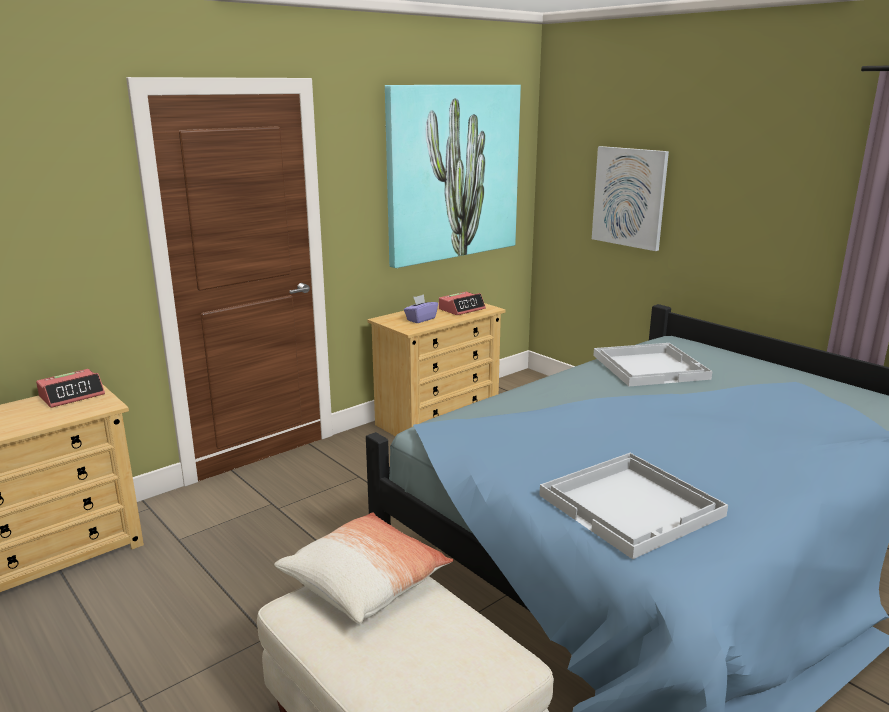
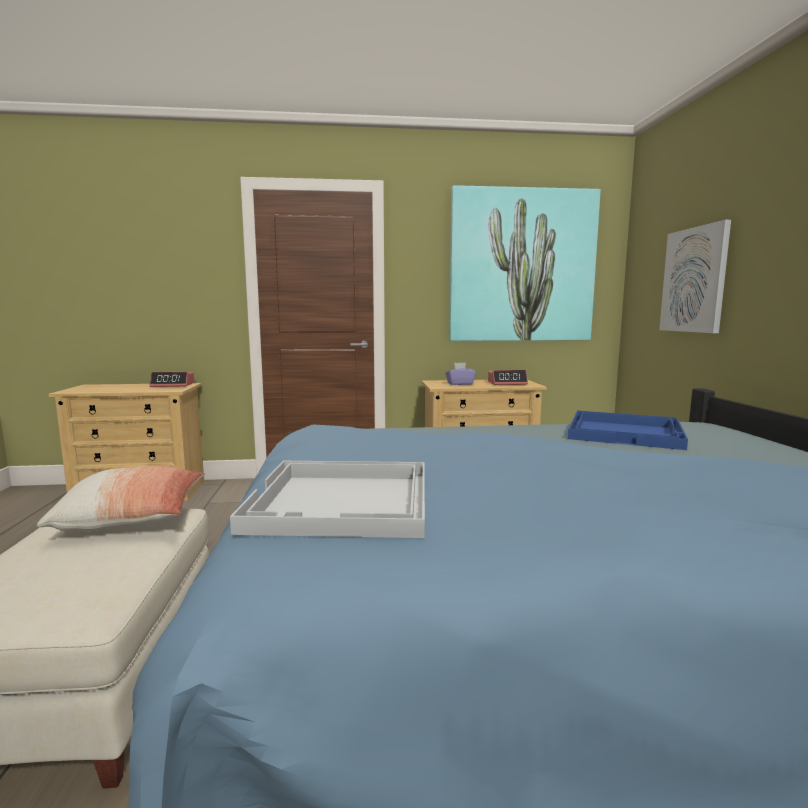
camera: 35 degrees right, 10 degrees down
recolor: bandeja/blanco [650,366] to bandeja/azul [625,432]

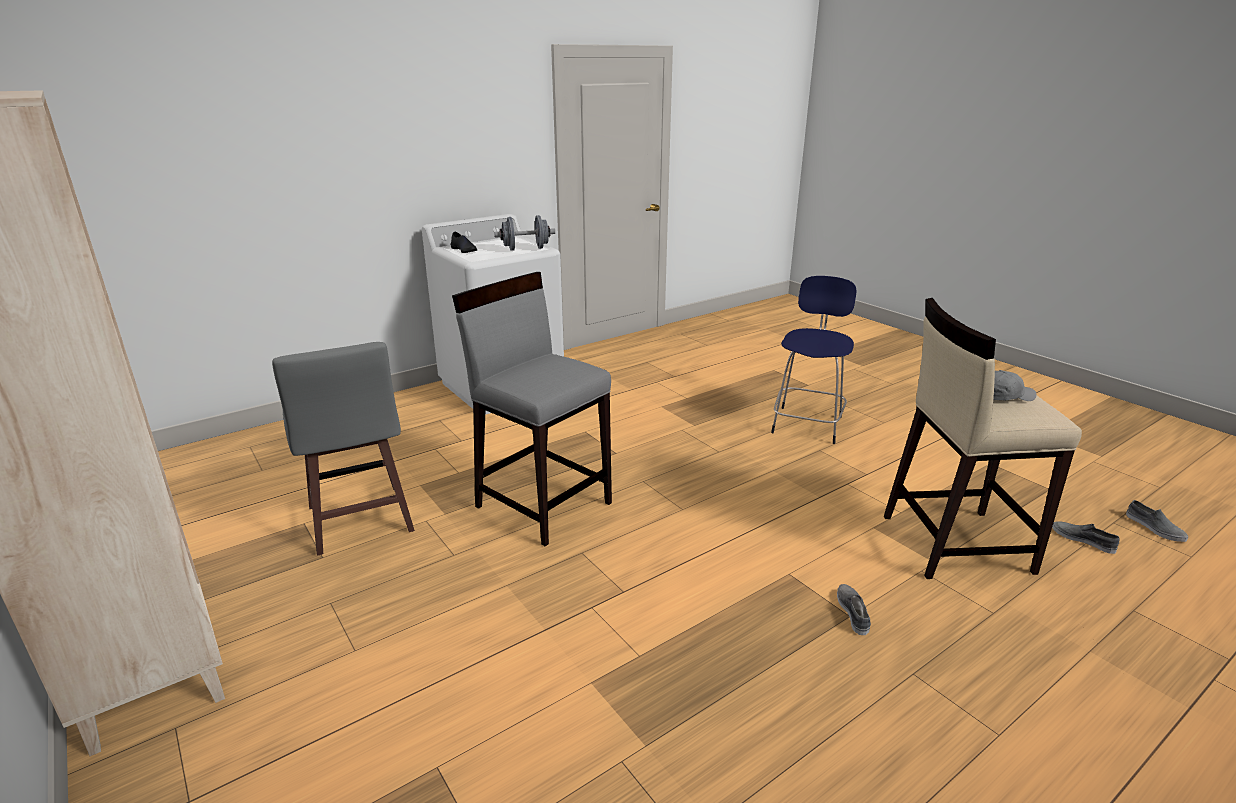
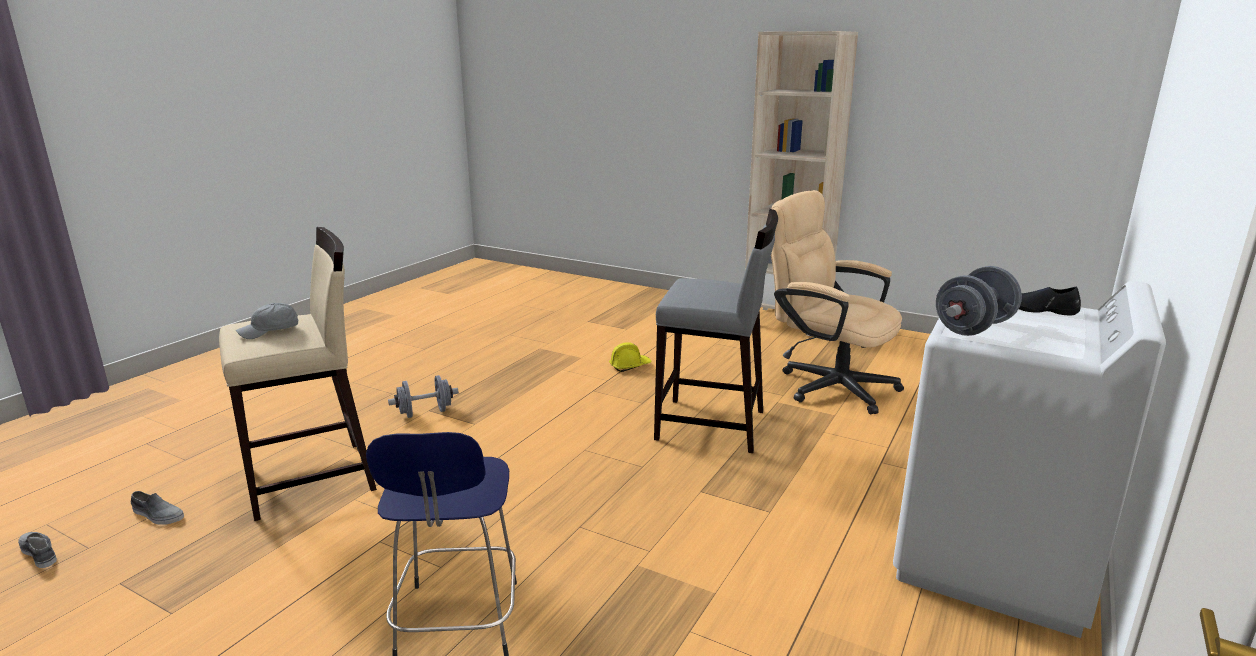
camera: 155 degrees right, 5 degrees down
insert: casco/amarillo [629,366]
replace: taburete/gris [360,521] to silla de oficina/beis [827,384]; zapato/gris [853,612] to mancuerna/gris [425,412]

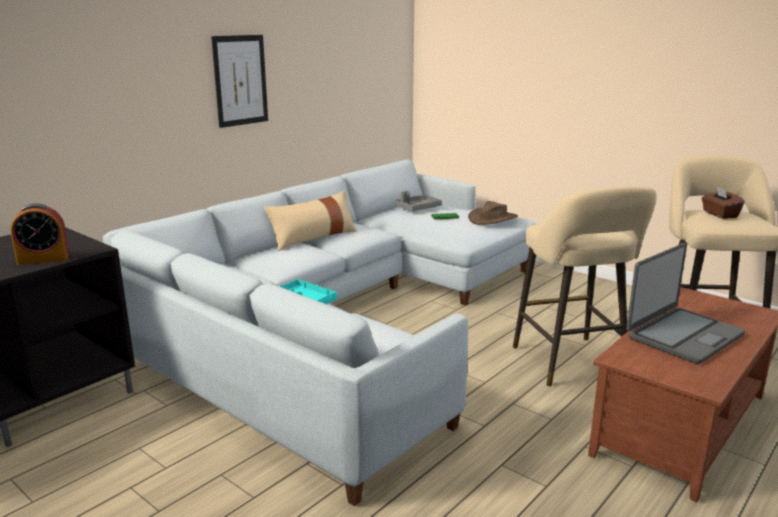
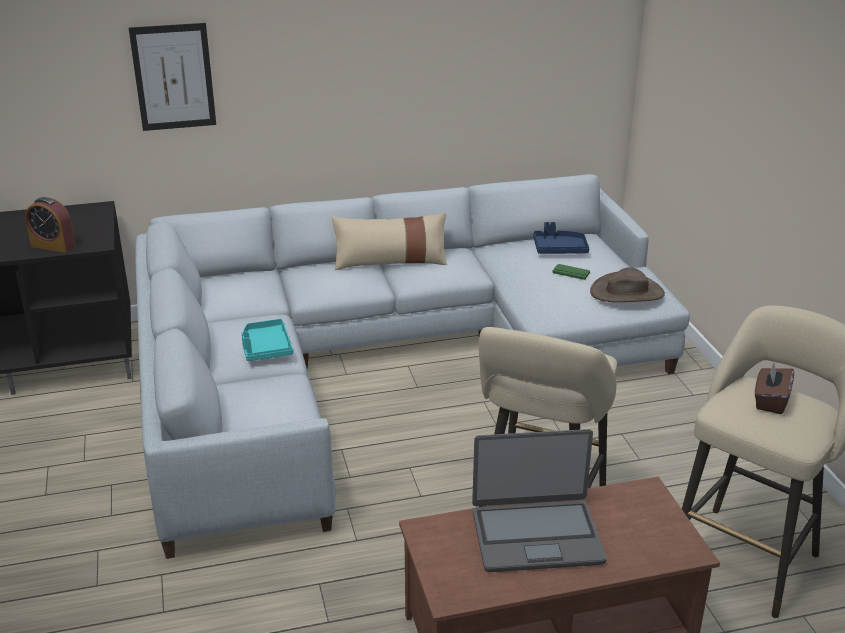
camera: 35 degrees right, 10 degrees up
move: cuadro [240,80] to [173,77]
recolor: bandeja/gris [417,208] to bandeja/azul [559,249]

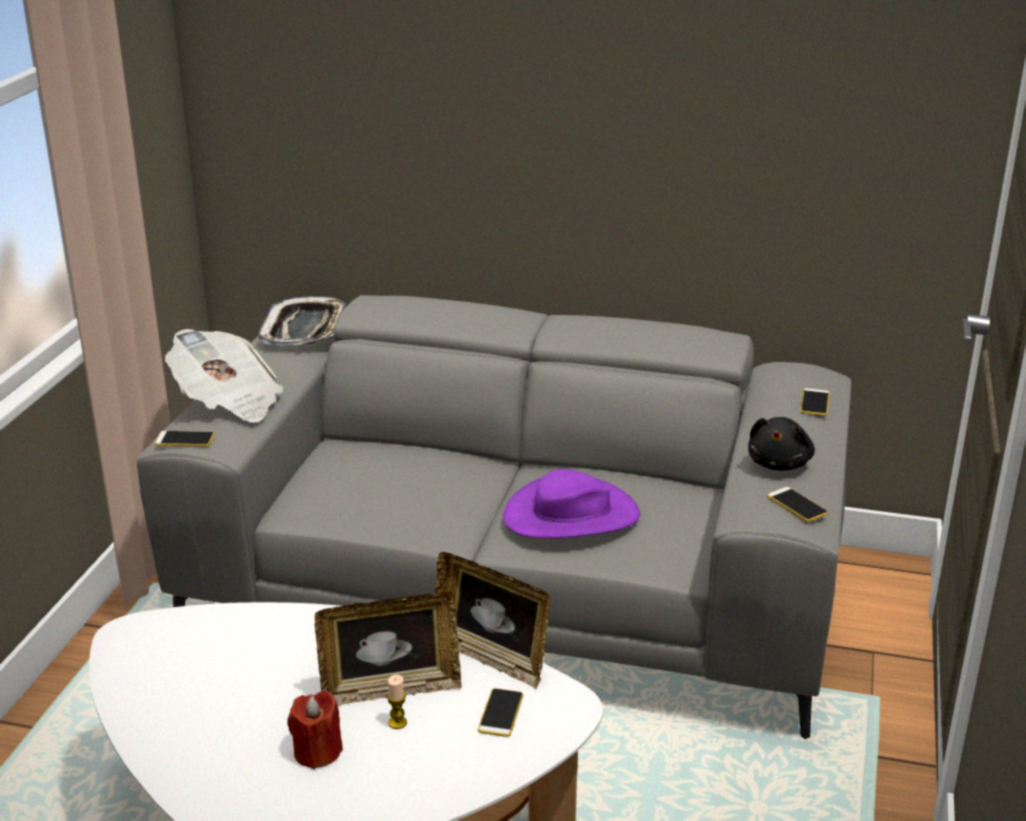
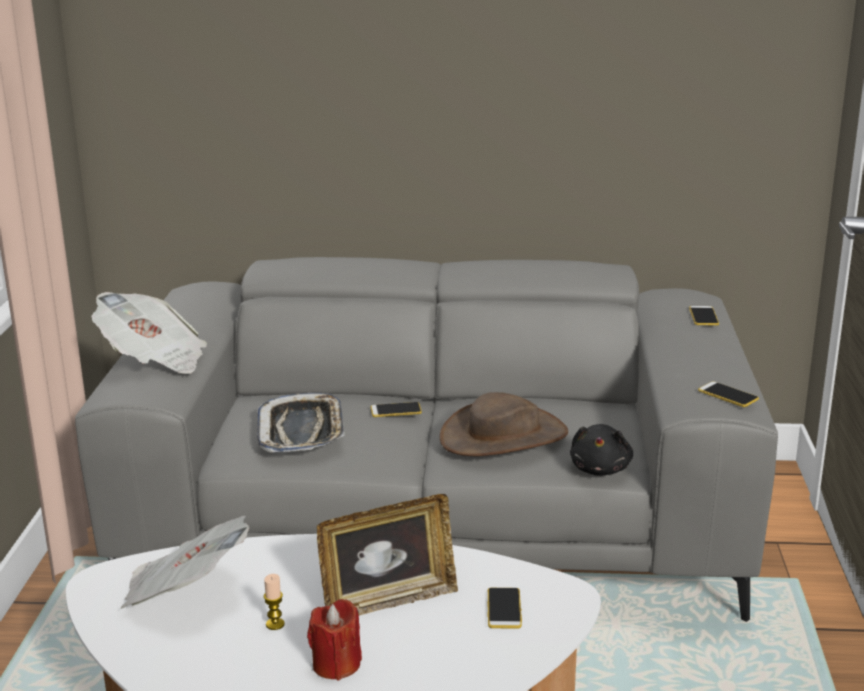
camera: 10 degrees left, 5 degrees down
delete: portarretratos [490,657]
insert: periódico [186,592]
move: móvil [184,440] to [396,410]; bandeja [304,329] to [302,431]; vela [397,722] to [275,624]; peluche/negro [779,463] to [600,469]
recolor: sombrero/morado [571,516] to sombrero/marrón [504,436]

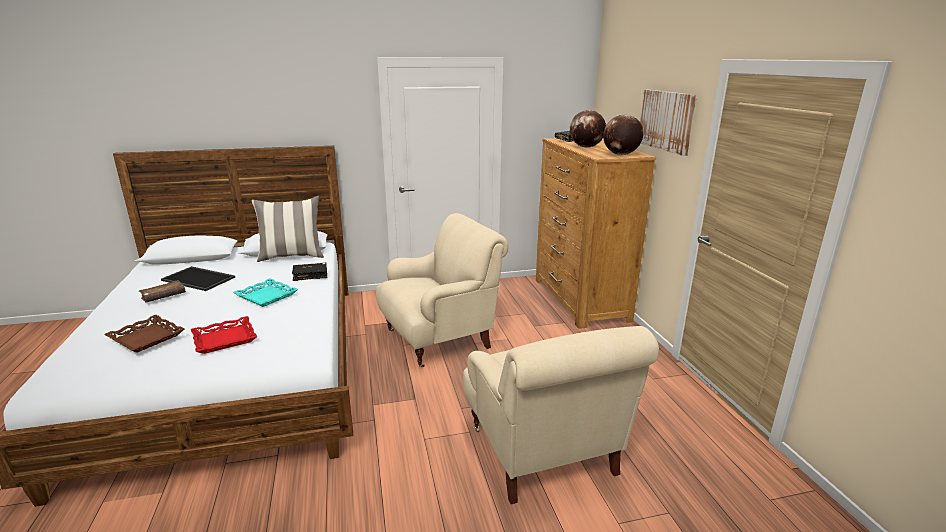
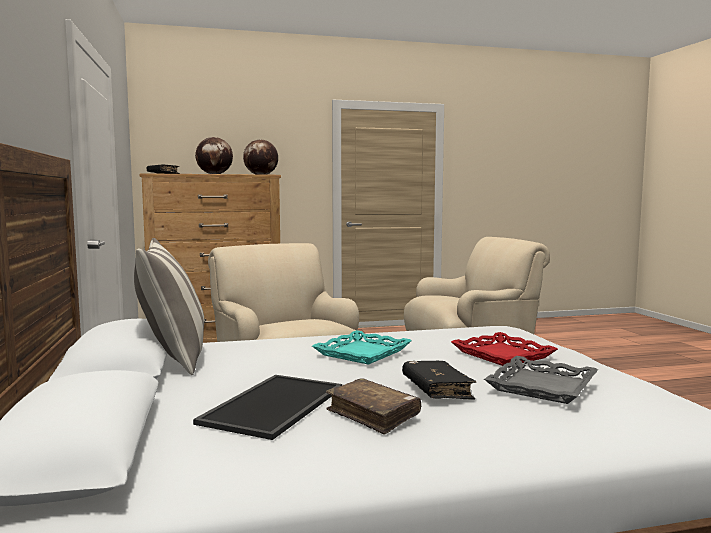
camera: 90 degrees left, 15 degrees down
delete: cuadro [666,120]
move: libro/negro [310,275] to [437,390]
recolor: bandeja/marrón [146,338] to bandeja/gris [543,386]

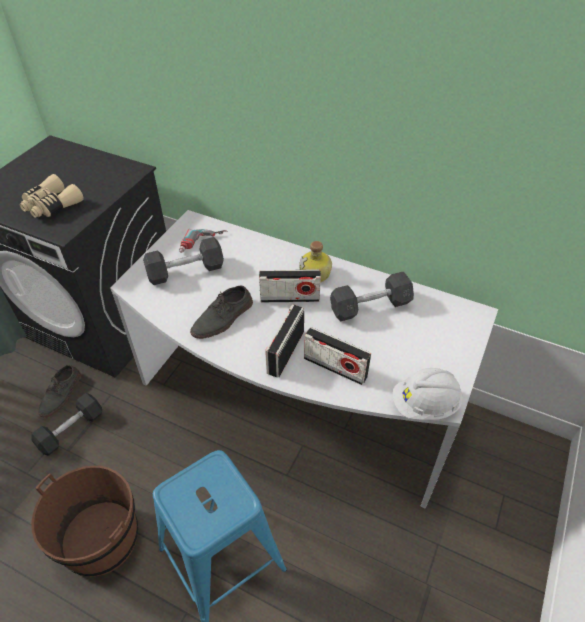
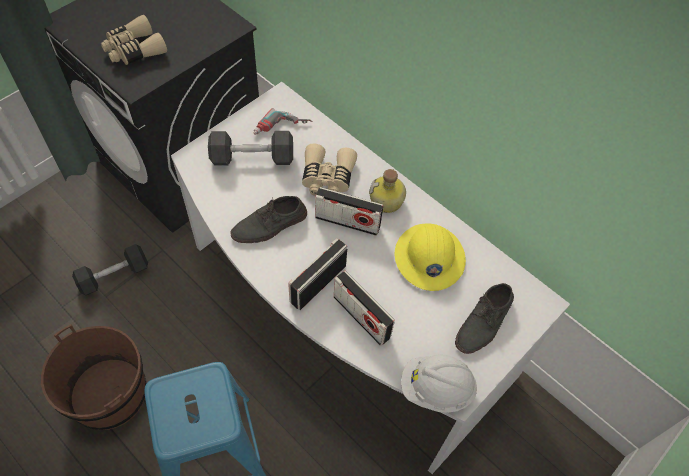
camera: 15 degrees right, 10 degrees up
insert: prismáticos/beis [327,178]
move: zapato/gris [61,394] to [484,322]
replace: mancuerna/gris [370,306] to casco/amarillo [429,258]

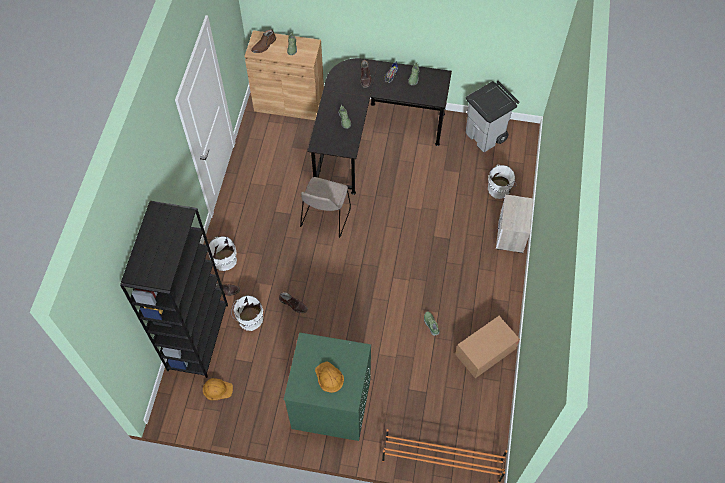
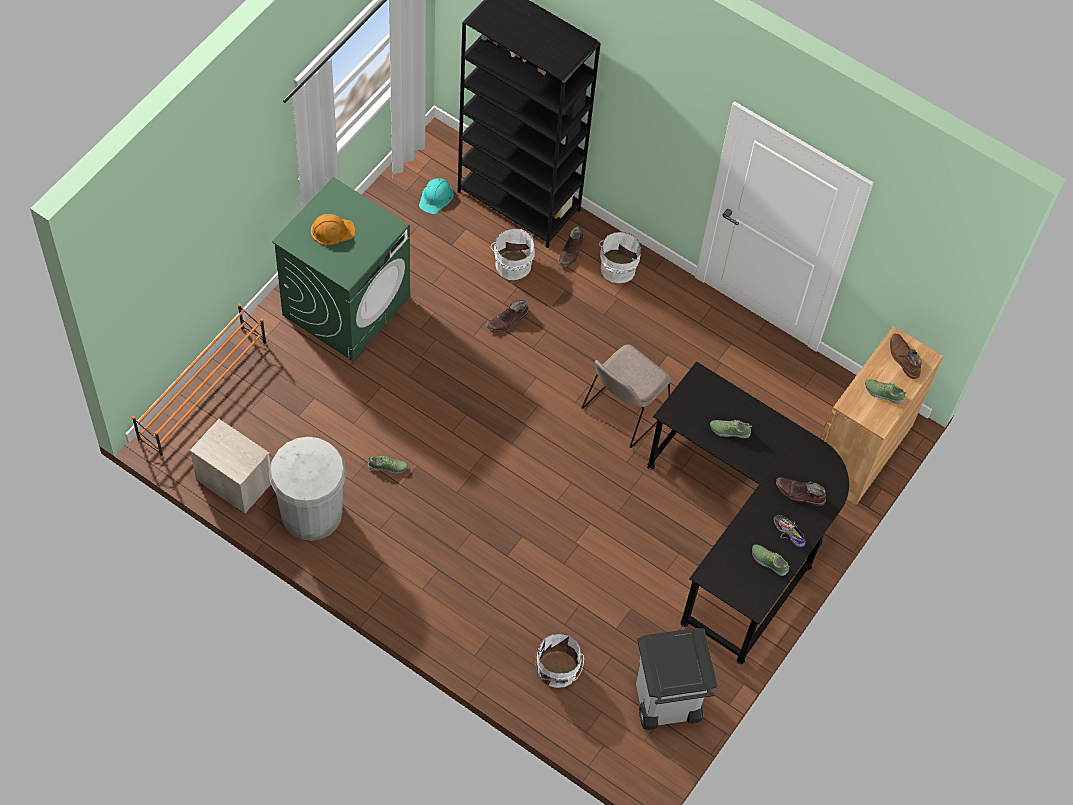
camera: 110 degrees right, 0 degrees up
move: mesita de noche [511,235] to [233,481]
replace: caja de cartón [485,351] to papelera/blanco [311,513]
recolor: casco/naranja [217,389] to casco/turquesa [436,197]
rotate: silla/beis [325,218] = [623,411] 90 degrees counterclockwise

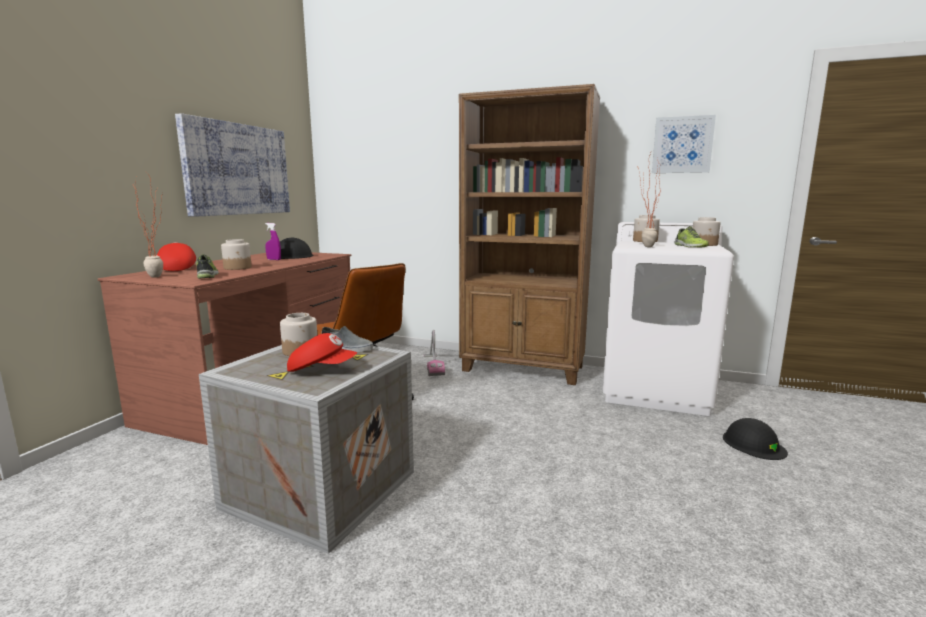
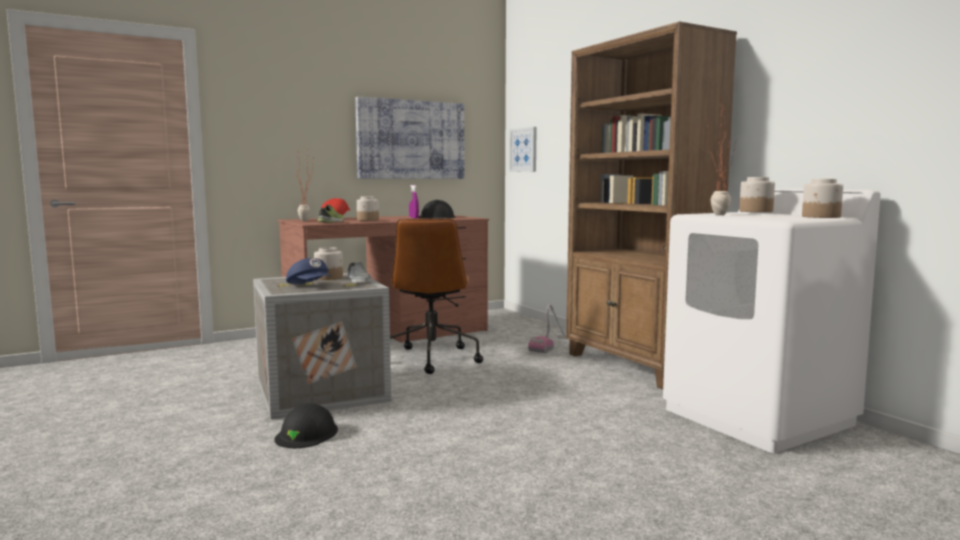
camera: 40 degrees right, 5 degrees down
delete: zapato [689,246]
move: cuadro [682,145] to [523,150]; casco/negro [753,444] to [307,434]
recolor: gorra/rojo [322,369] to gorra/azul [310,286]

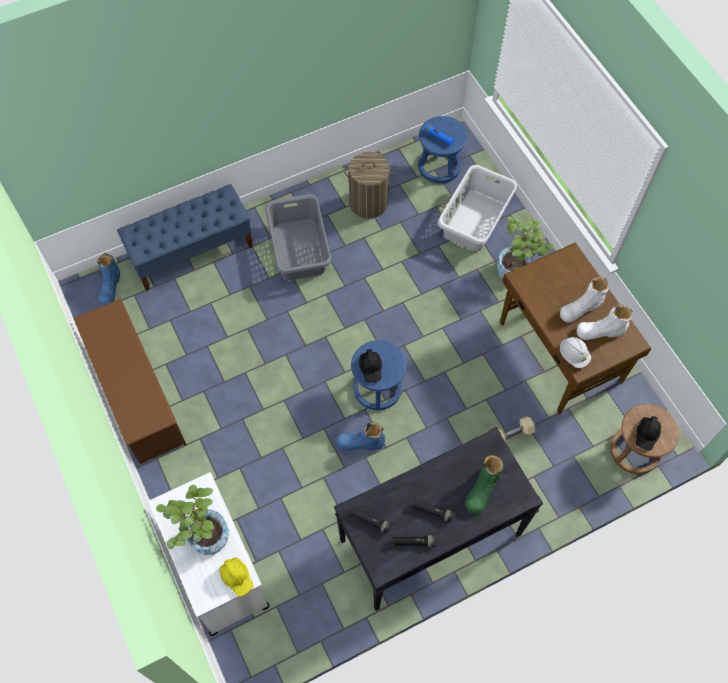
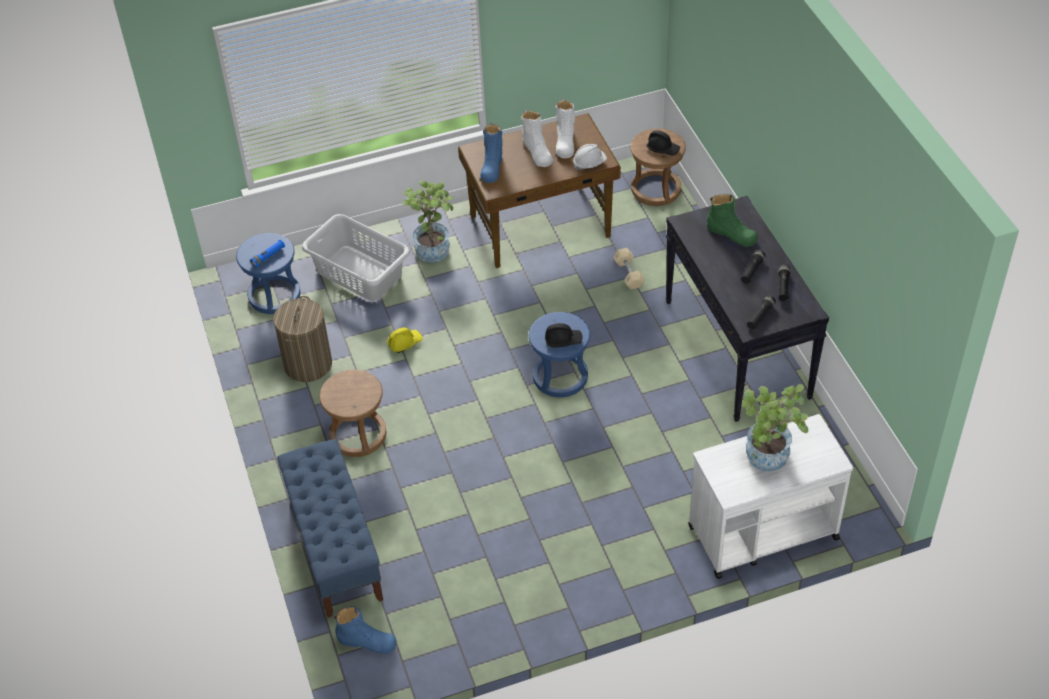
camera: 80 degrees left, 15 degrees down
delete: zapatero/marrón [138,396]
move: casco/amarillo [237,577] to [404,343]; bota/azul [360,443] to [492,166]
replace: cesto de la ropa/gris [300,249] to taburete/marrón [358,435]

